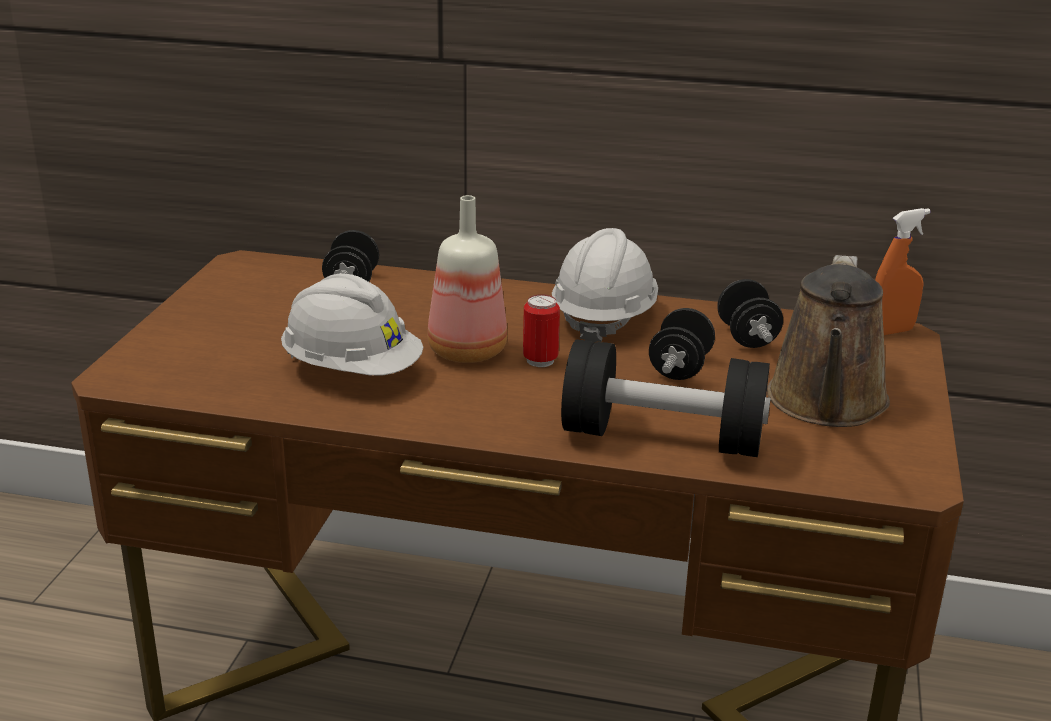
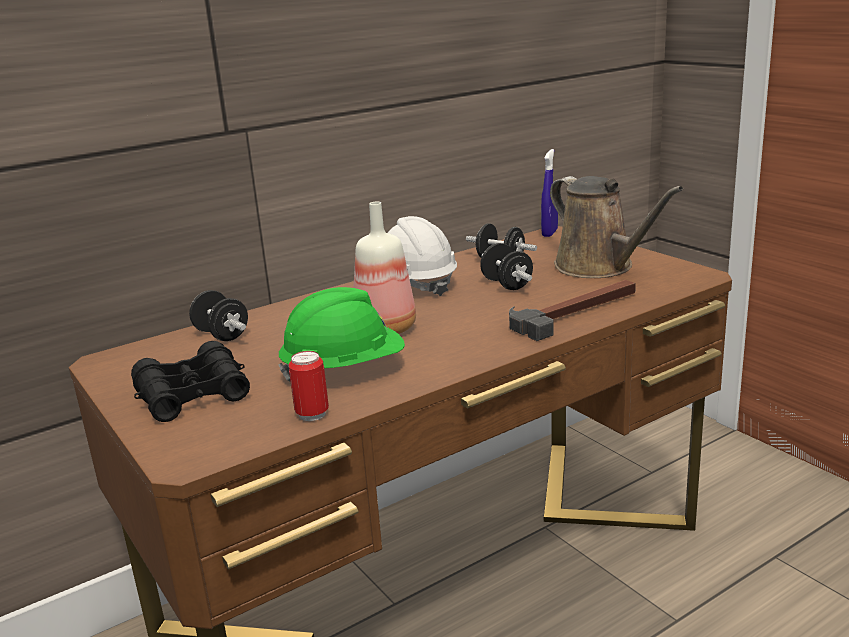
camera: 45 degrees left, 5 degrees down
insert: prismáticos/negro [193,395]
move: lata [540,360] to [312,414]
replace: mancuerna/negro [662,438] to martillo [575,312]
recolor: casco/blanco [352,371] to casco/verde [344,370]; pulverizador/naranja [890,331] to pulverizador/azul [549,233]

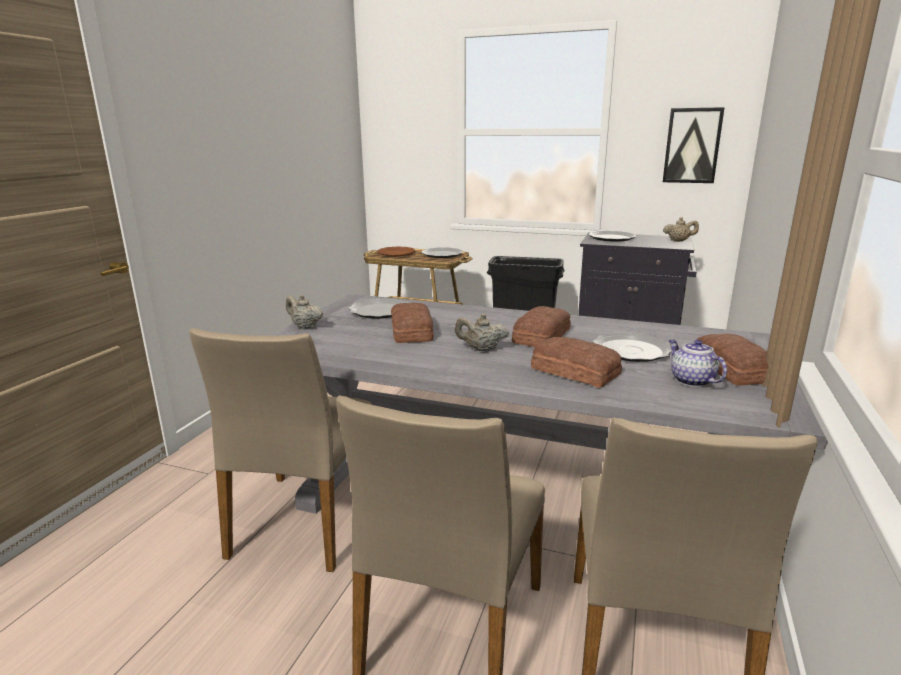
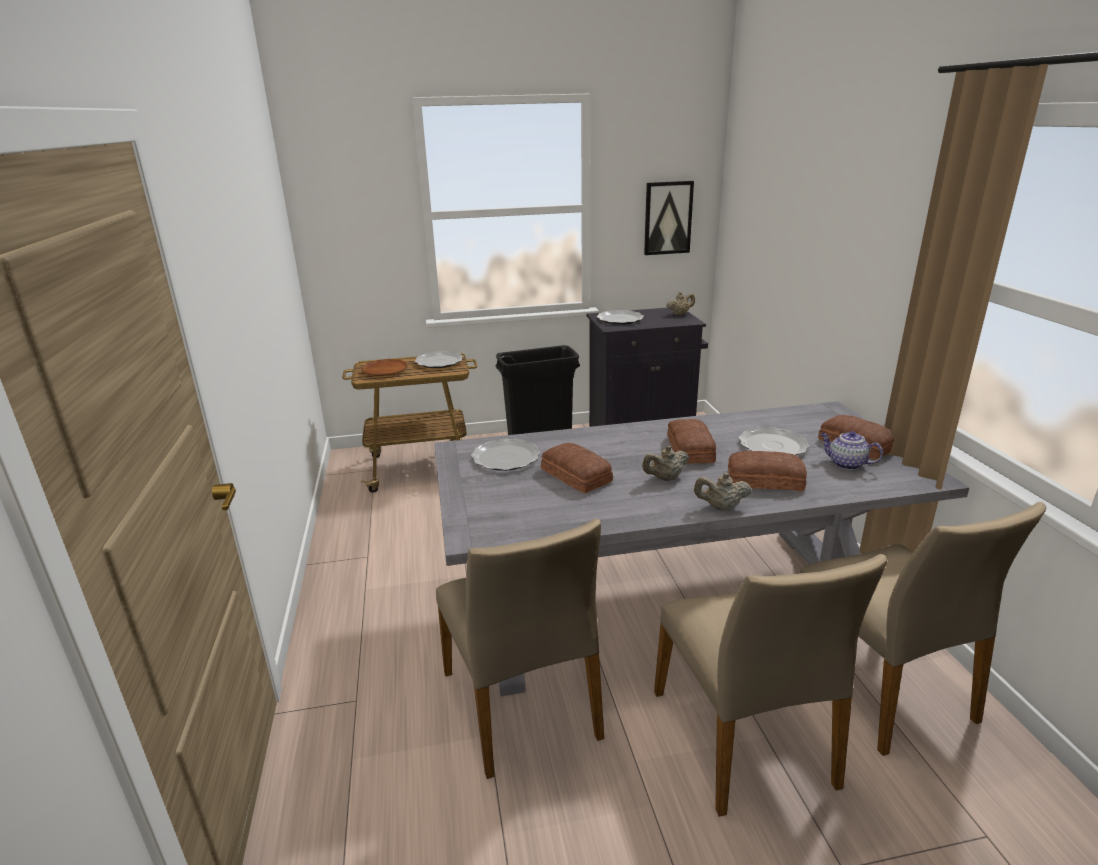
camera: 30 degrees left, 5 degrees up
move: tetera/beis [305,327] to [721,507]

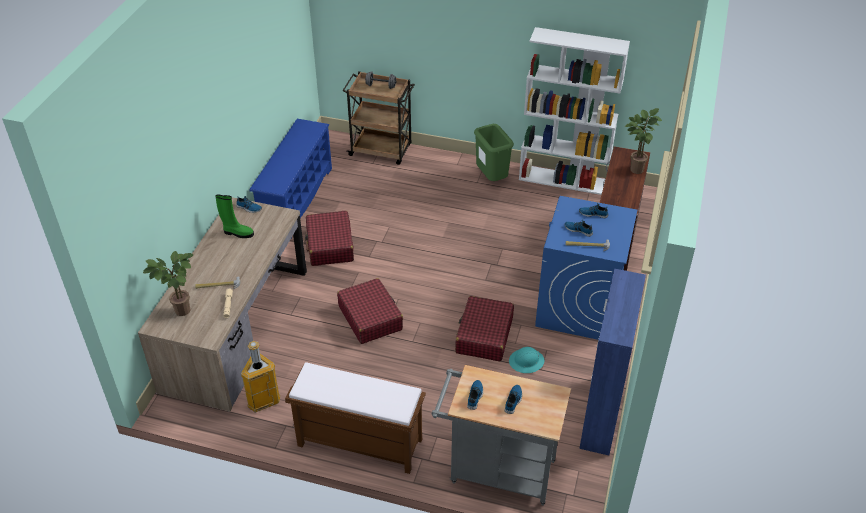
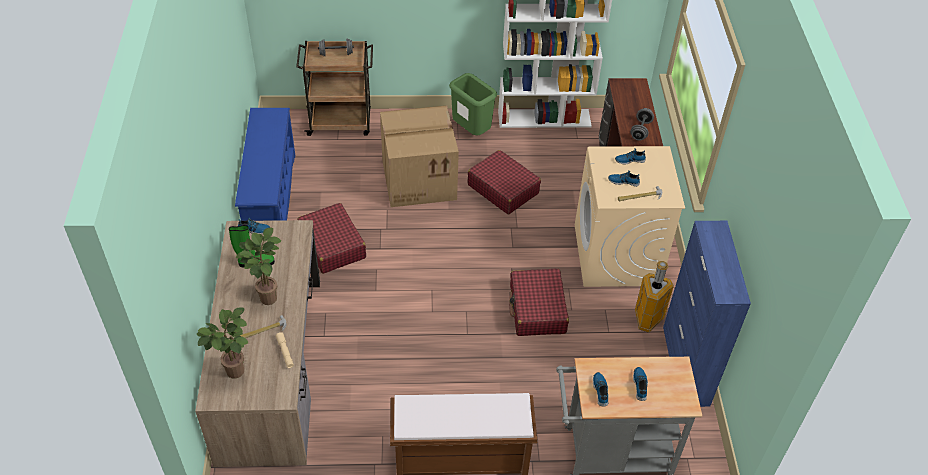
camera: 20 degrees left, 5 degrees up
delete: casco/turquesa [526,361]
insert: caja de cartón [420,179]; mancuerna/gris [640,130]
move: papelera [263,401] to [647,320]; maleta/rojo [370,317] to [503,189]; planta en maceta [636,168] to [267,296]
recolor: lavadora/azul [578,307] to lavadora/beis [617,255]

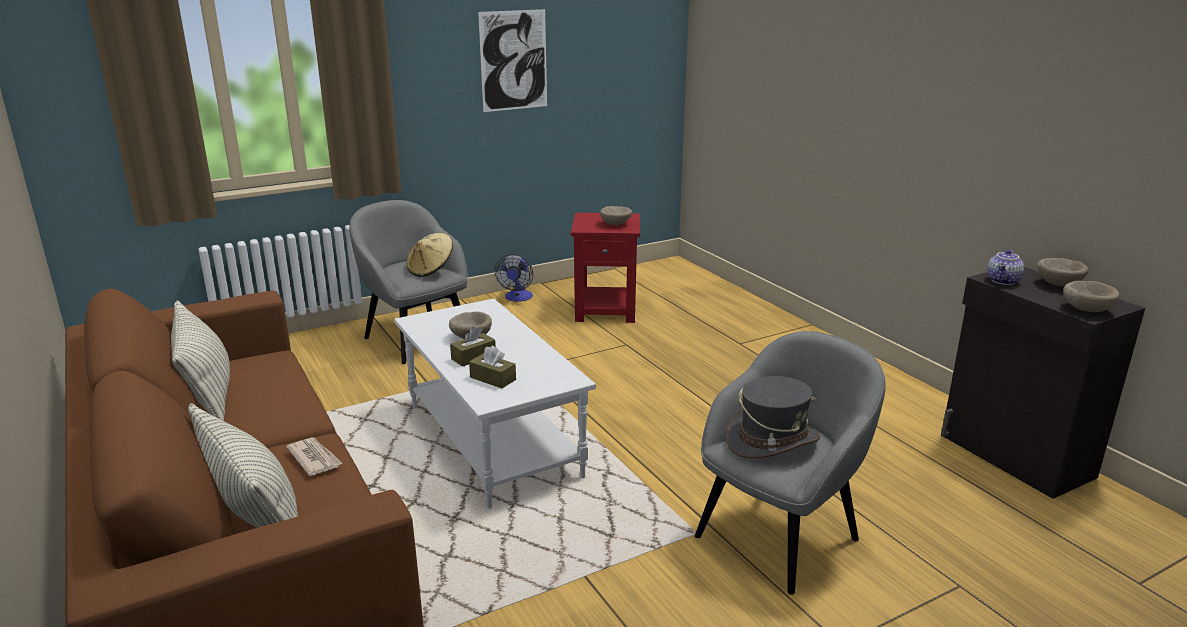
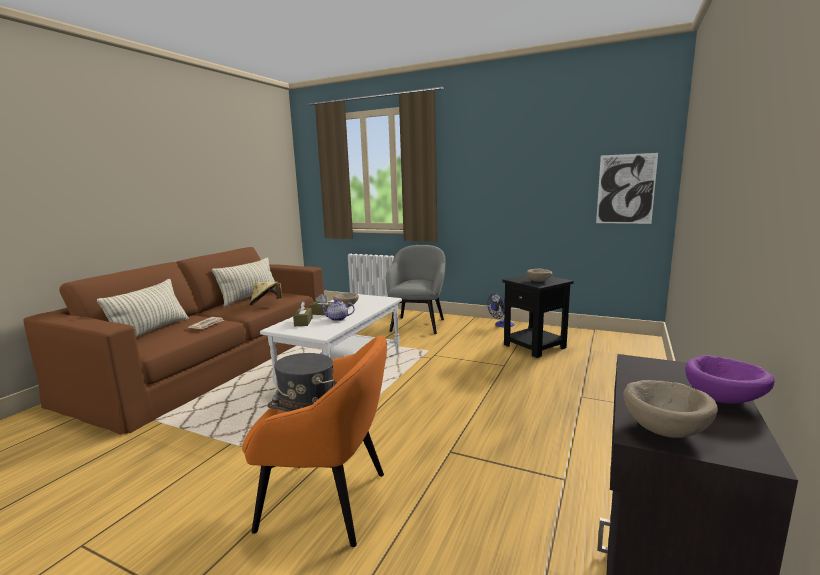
camera: 55 degrees right, 10 degrees down
move: sombrero/beis [431,270] to [265,303]; cuadro [514,60] to [625,189]; tetera [1003,281] to [337,319]
recolor: mesa auxiliar/rojo [606,310] to mesa auxiliar/negro [535,346]; sillón/gris [779,535] to sillón/naranja [327,501]; cuenco/beis [1059,284] to cuenco/morado [725,399]

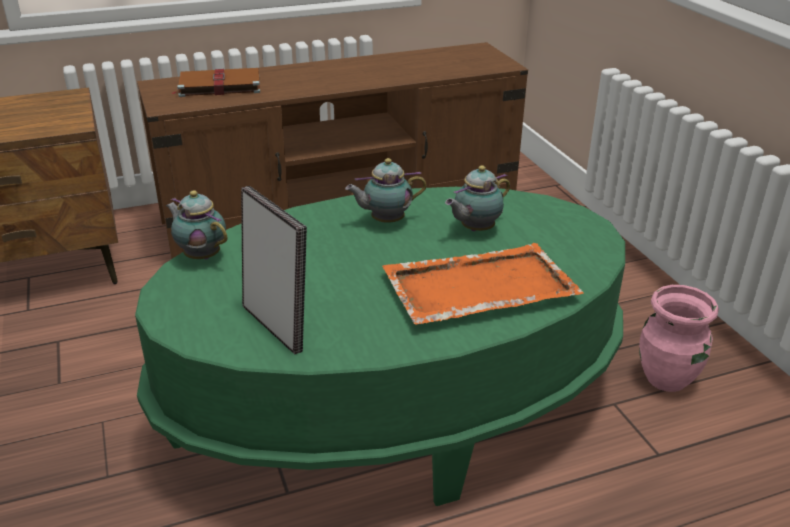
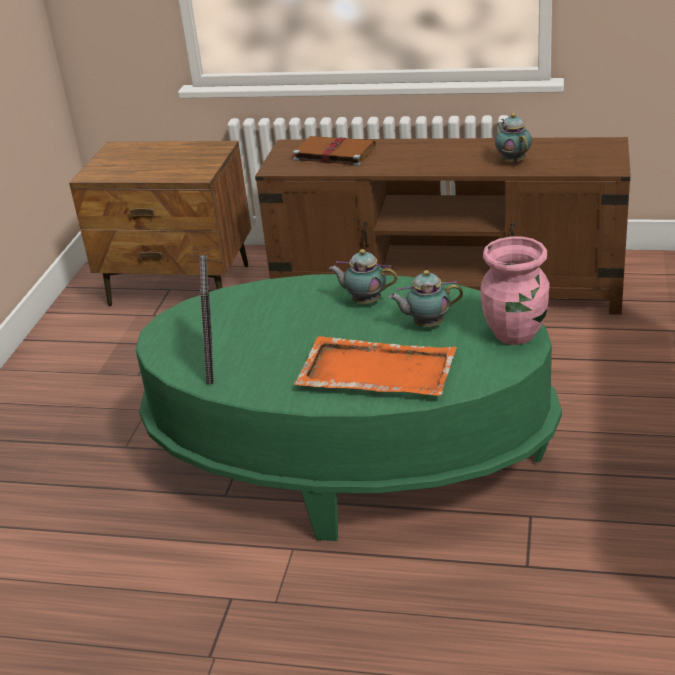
camera: 35 degrees right, 0 degrees up
move: tetera [201,255] to [512,161]; florero/rosa [667,379] to [516,334]

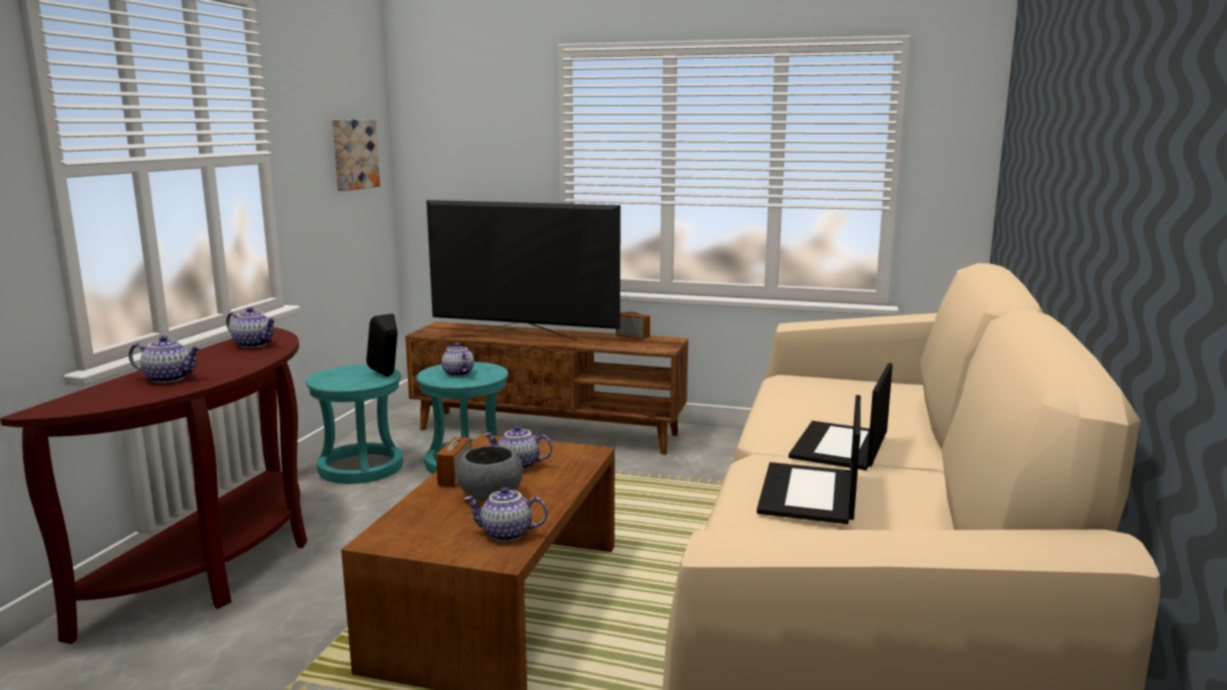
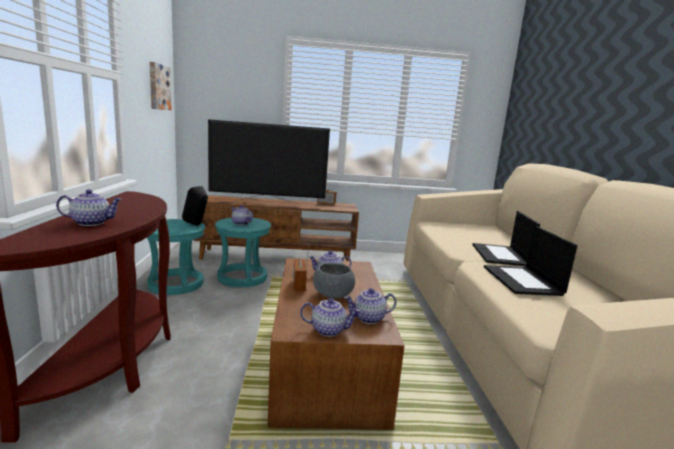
camera: 20 degrees left, 0 degrees up
move: tetera [254,344] to [328,330]

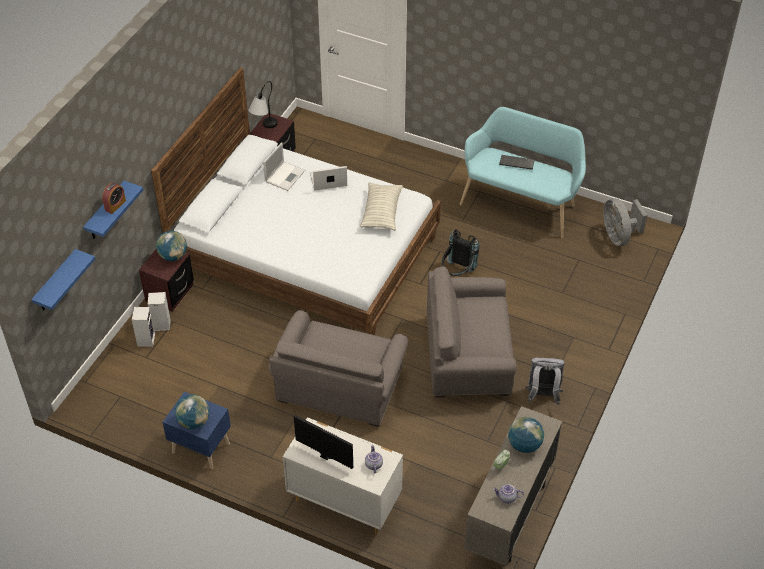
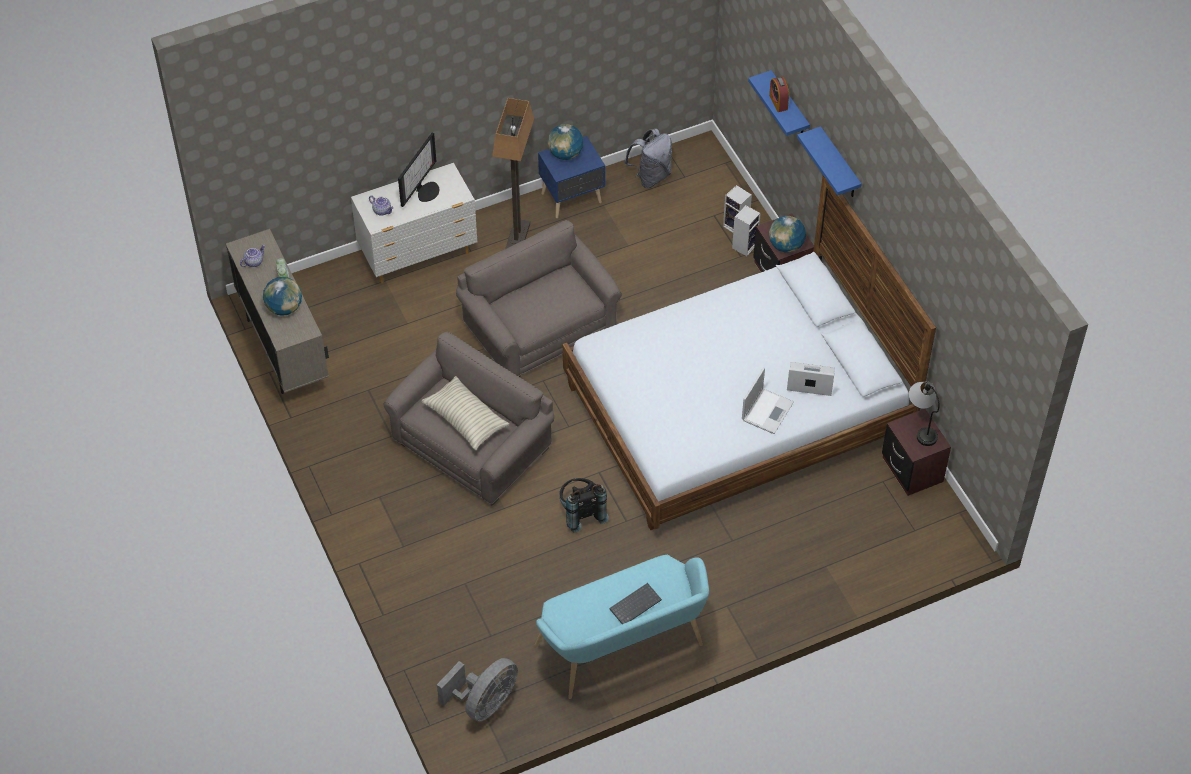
camera: 130 degrees right, 5 degrees up
insert: lámpara de pie [518,238]
move: estante/azul [56,282] to [839,165]; cojín [381,212] to [466,420]; mochila/gris [542,395] to [651,176]
rotate: portátil [285,175] = [809,380] 120 degrees clockwise; monitor [327,452] = [425,190] 45 degrees counterclockwise; ventilador/gris [619,236] = [484,703] 105 degrees clockwise

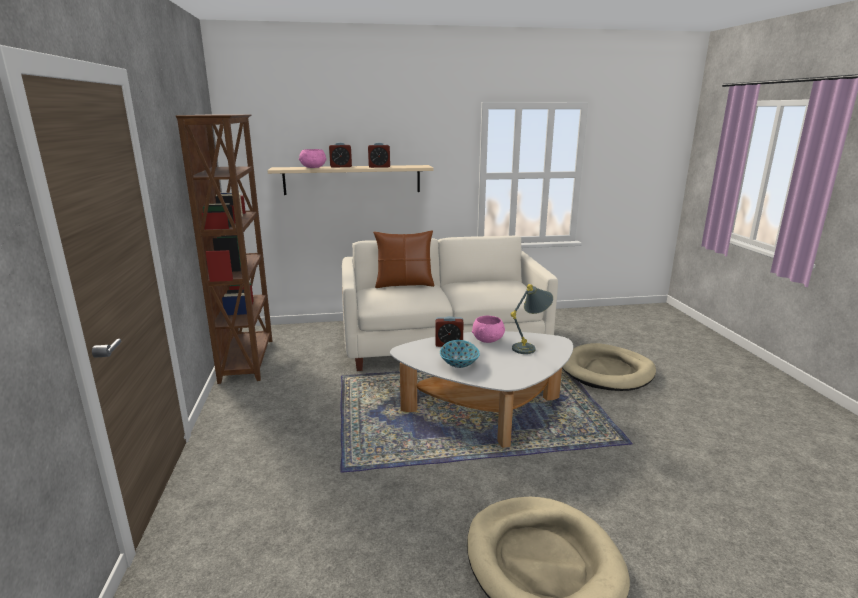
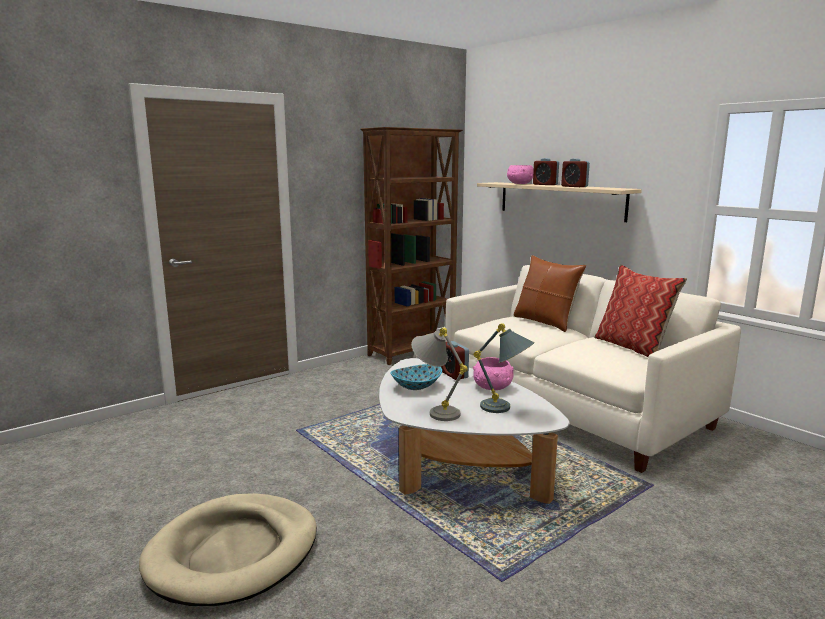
camera: 60 degrees right, 5 degrees down
delete: cama para perro/beis [607,371]
insert: lámpara de mesa/gris [436,411]; cojín [633,347]

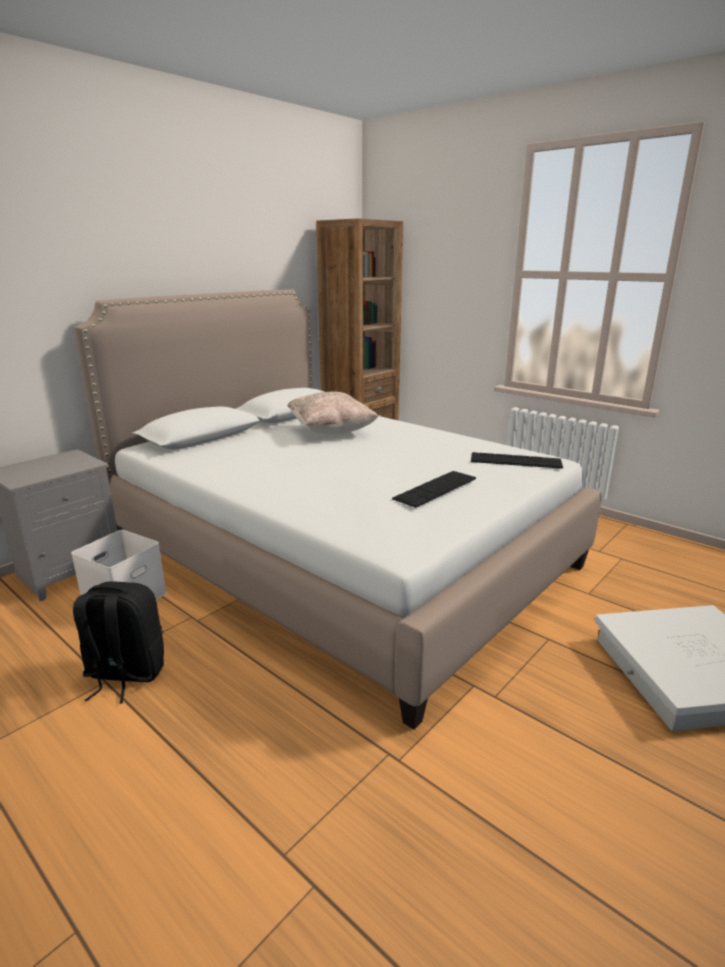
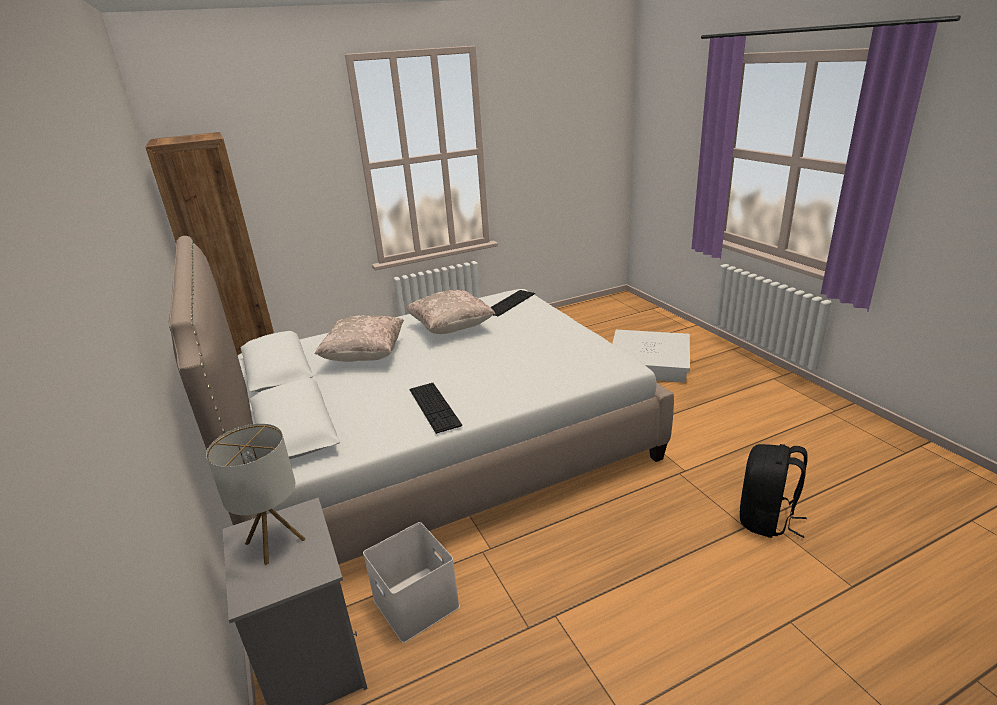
camera: 65 degrees left, 5 degrees up
insert: lámpara de mesa [275,541]; cojín/beis [451,328]
move: mochila/negro [124,674] to [766,519]; teclado [435,488] to [434,407]

